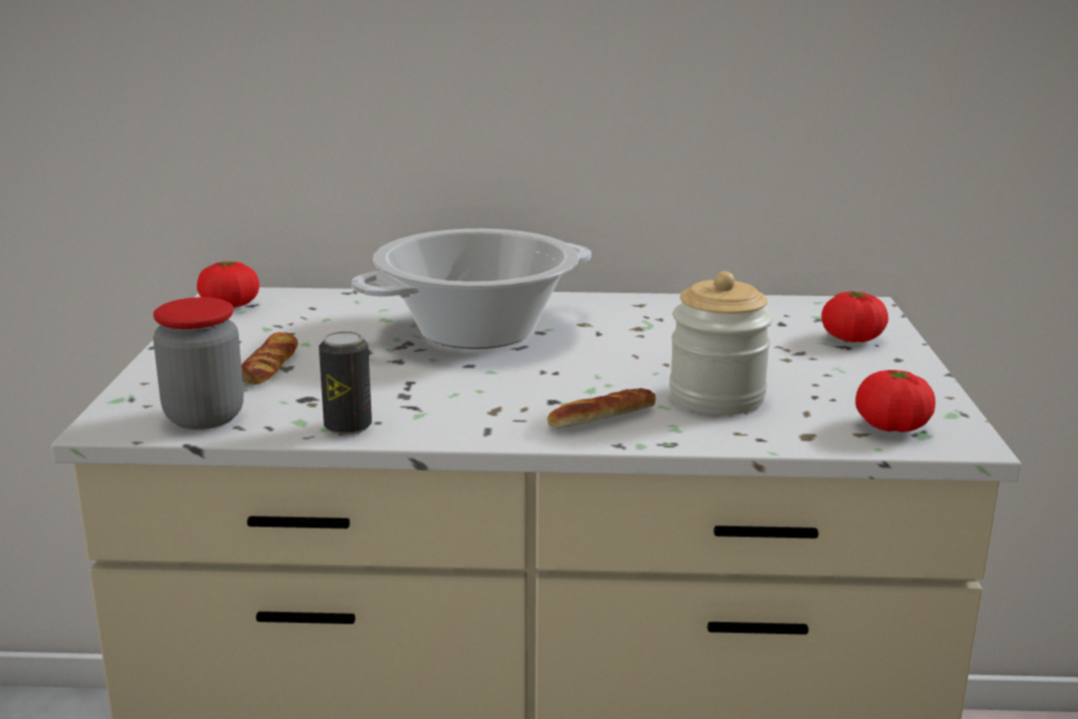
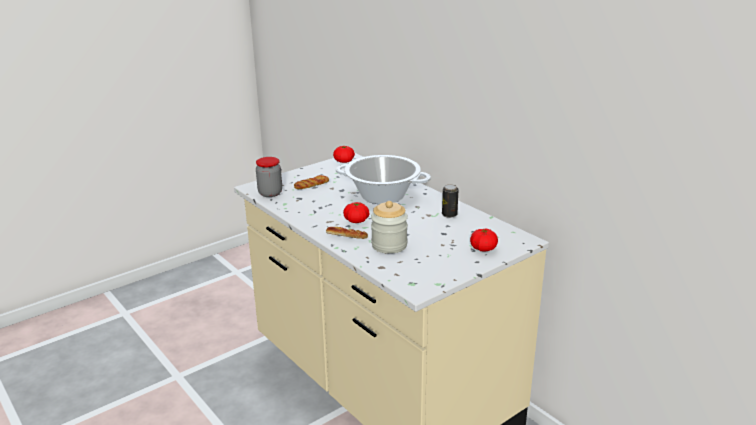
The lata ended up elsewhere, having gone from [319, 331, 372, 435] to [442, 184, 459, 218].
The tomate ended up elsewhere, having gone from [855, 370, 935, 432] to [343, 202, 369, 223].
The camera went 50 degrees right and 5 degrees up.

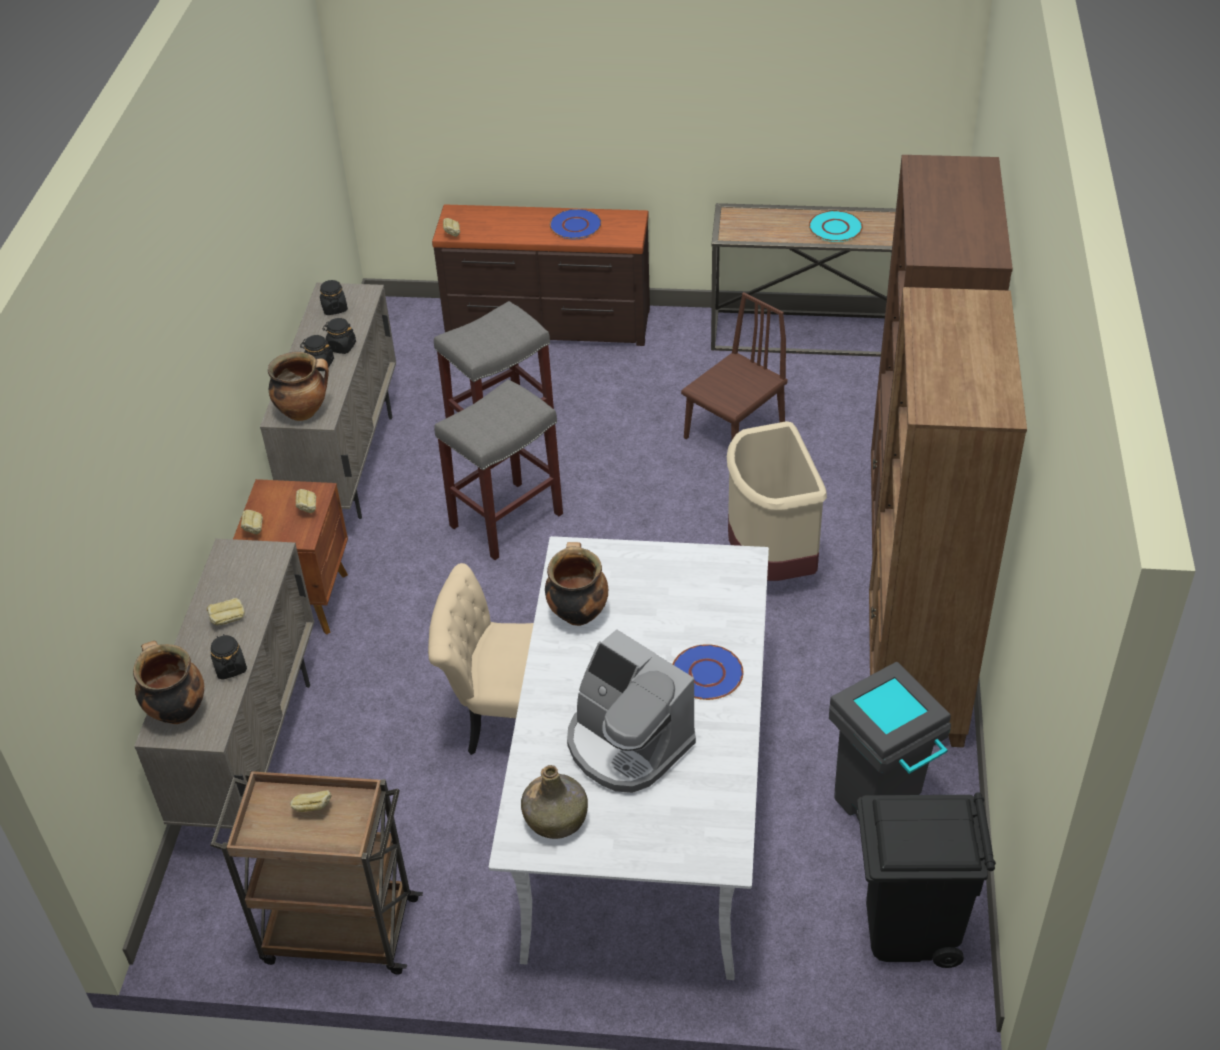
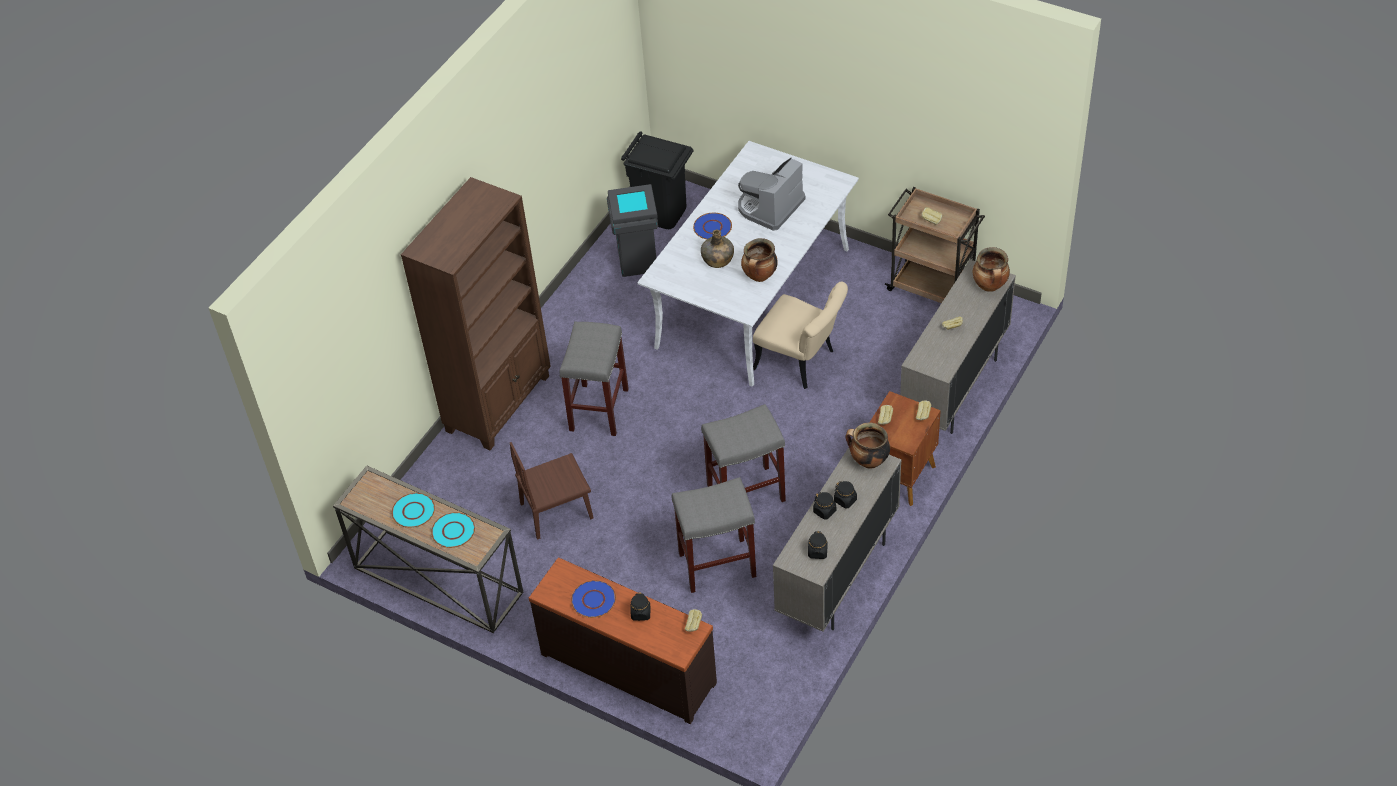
The tarro (negro) ended up elsewhere, having gone from [211, 634, 247, 680] to [630, 593, 650, 621].
The botella (verde) ended up elsewhere, having gone from [521, 765, 588, 839] to [701, 230, 734, 268].
The cafetera at [567, 629, 696, 793] ended up facing another way, 120 degrees counterclockwise from before.
Where the papelera (beis) stood at [727, 421, 827, 581], the taburete (gris) came to stand at [560, 322, 629, 436].
The second view lost the estantería (marrón) at [869, 287, 1027, 748].
The second view gained the plato (turquesa) at [431, 512, 475, 548].
The camera went 155 degrees left and 5 degrees up.

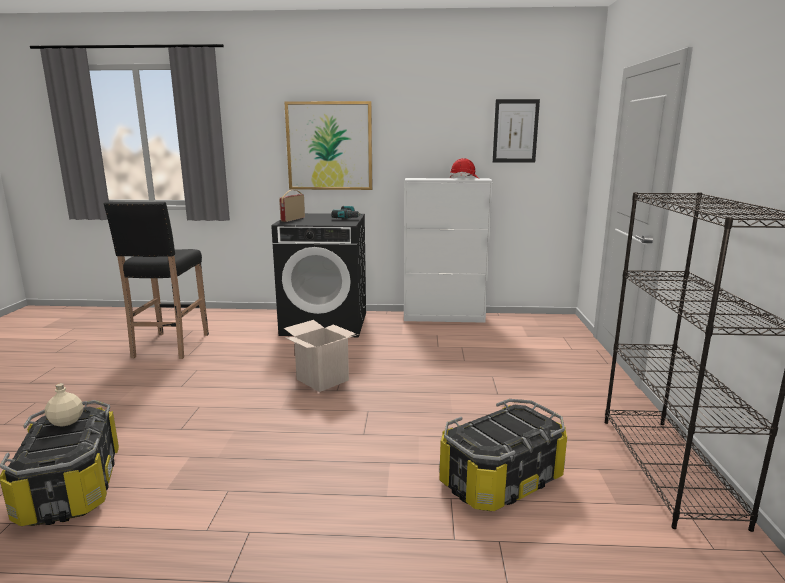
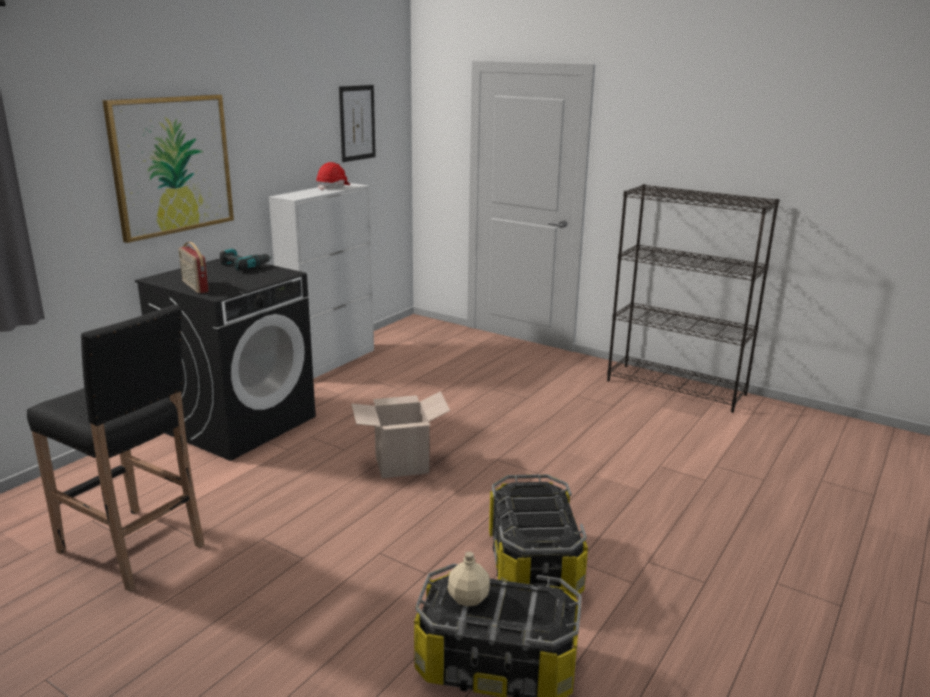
The caja de almacenaje ended up elsewhere, having gone from [439, 399, 567, 511] to [489, 474, 588, 598].
The camera went 60 degrees left and 5 degrees up.

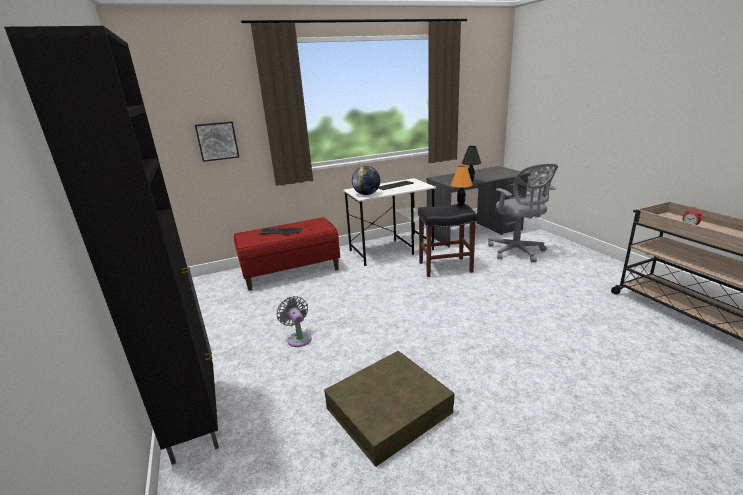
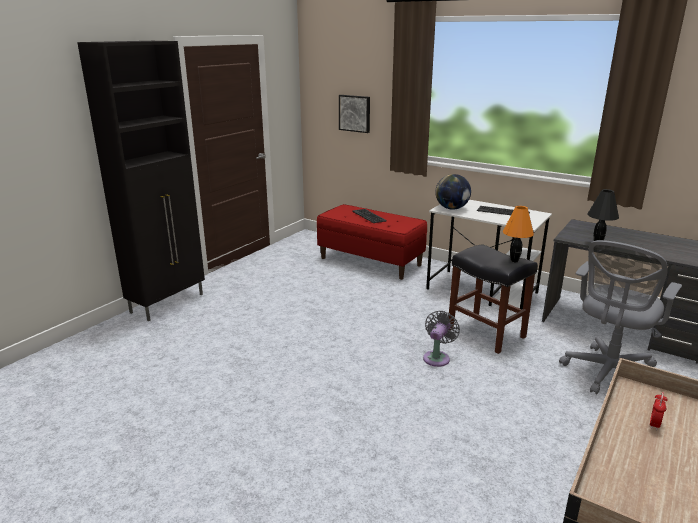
The ventilador (gris) ended up elsewhere, having gone from [277, 296, 311, 347] to [423, 311, 460, 367].
The second view lost the caja de almacenaje (marrón) at [324, 351, 454, 467].
The camera went 55 degrees right and 0 degrees up.

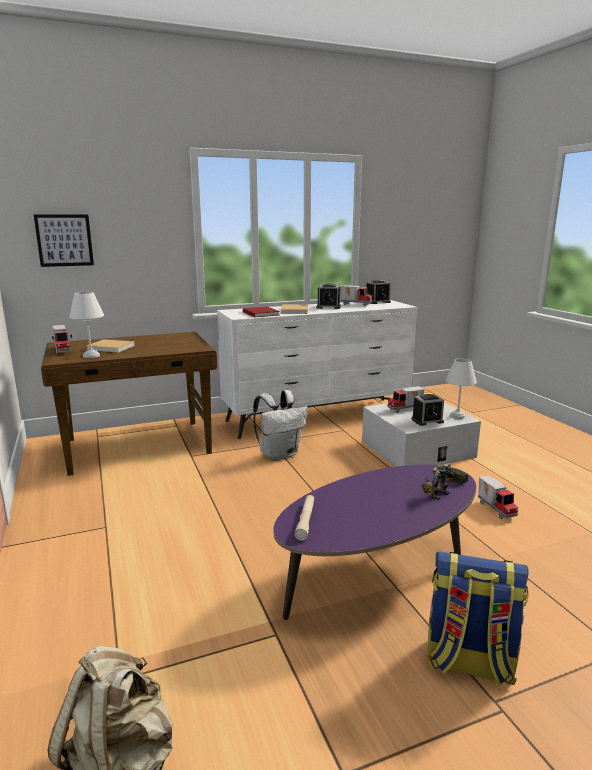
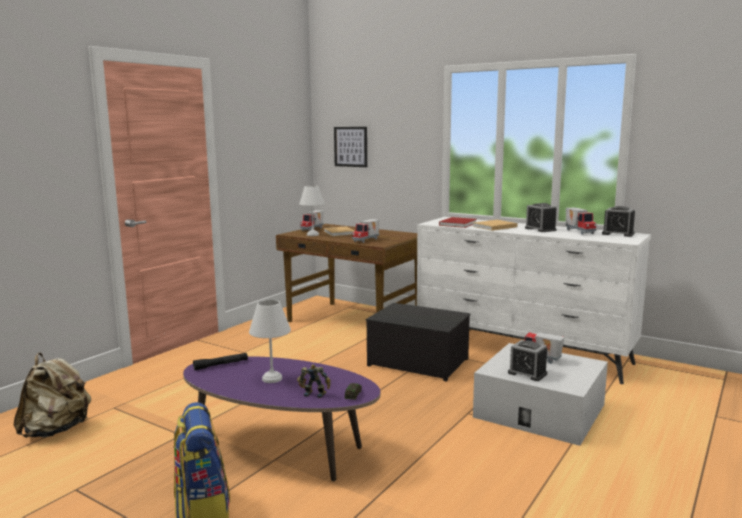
Where the mochila (blanco) stood at [253, 390, 308, 460], the caja de almacenaje came to stand at [365, 303, 471, 382].
What was the linterna (beis) at [295, 495, 314, 540] turned into the linterna (negro) at [193, 353, 248, 370].
The lámpara de mesa (blanco) ended up elsewhere, having gone from [446, 359, 477, 419] to [249, 300, 291, 383].
The camión de juguete ended up elsewhere, having gone from [478, 475, 518, 519] to [352, 219, 379, 243].
The camera went 55 degrees right and 5 degrees down.

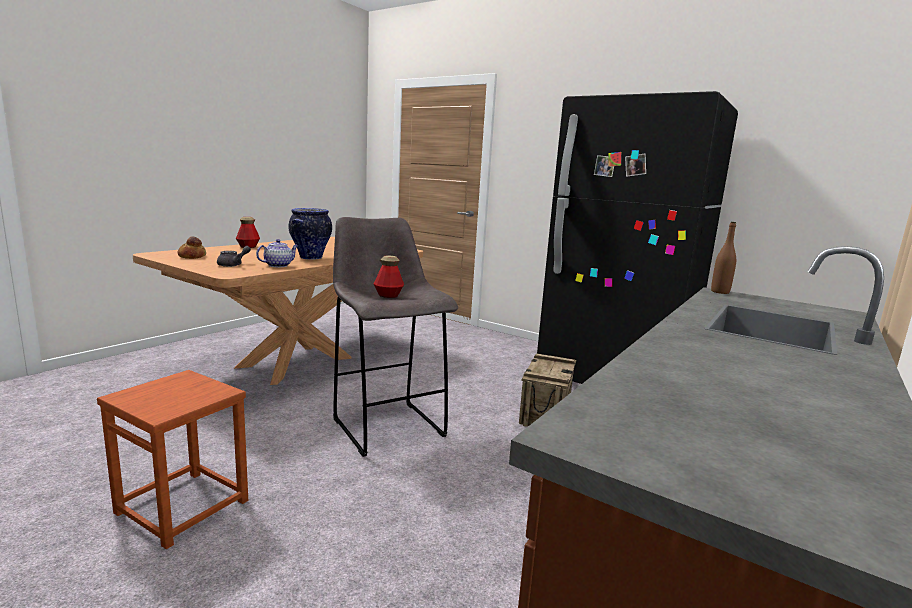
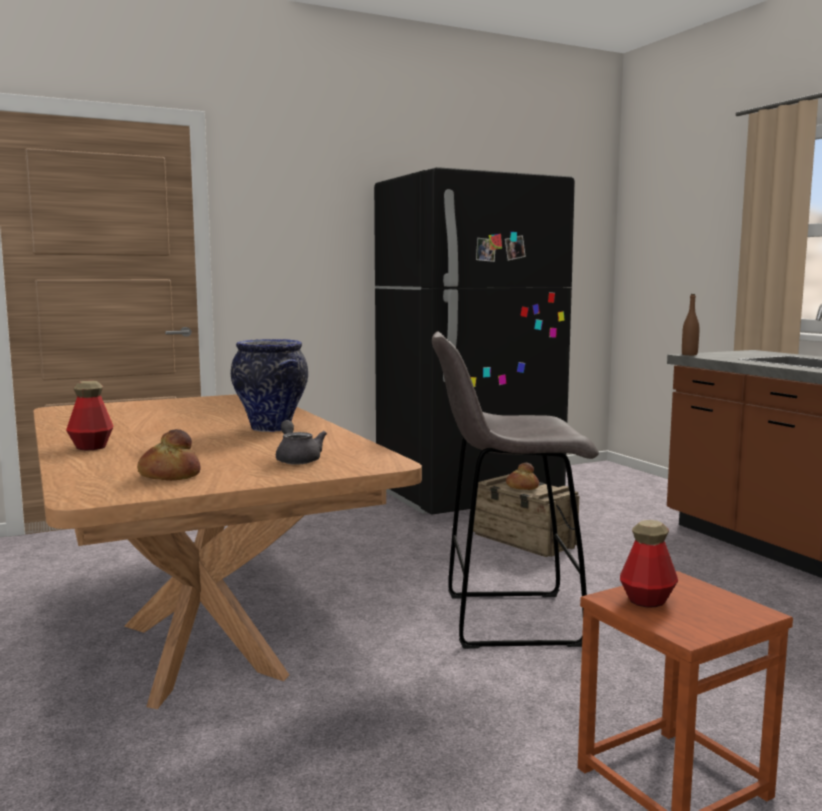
The second view lost the tetera at [256, 239, 298, 267].
The botella ended up elsewhere, having gone from [374, 256, 404, 298] to [620, 520, 678, 608].
The second view gained the pan at [506, 463, 539, 490].
The camera went 60 degrees left and 5 degrees down.

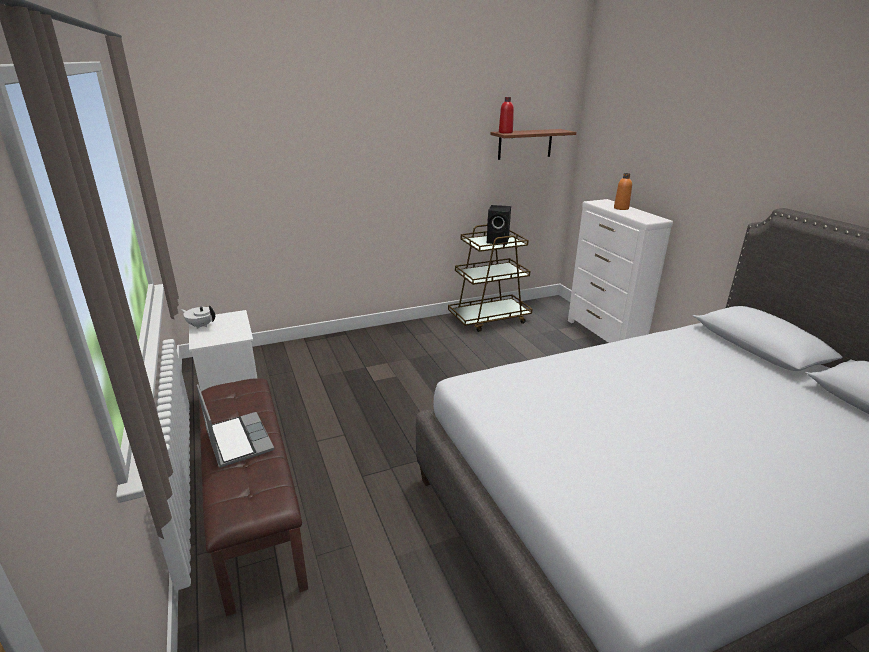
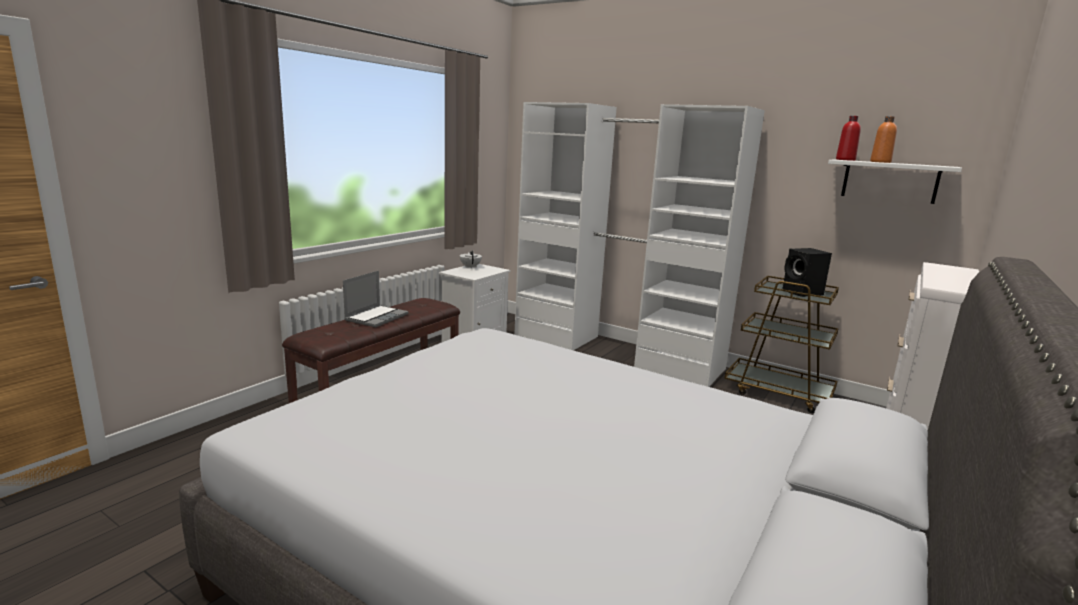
What was the estante (marrón) at [490, 129, 576, 160] turned into the estante (blanco) at [828, 159, 962, 204].
The botella (naranja) ended up elsewhere, having gone from [614, 173, 632, 210] to [870, 116, 897, 163].
The second view gained the armario ropero (blanco) at [514, 102, 765, 387].
The camera went 55 degrees right and 10 degrees down.

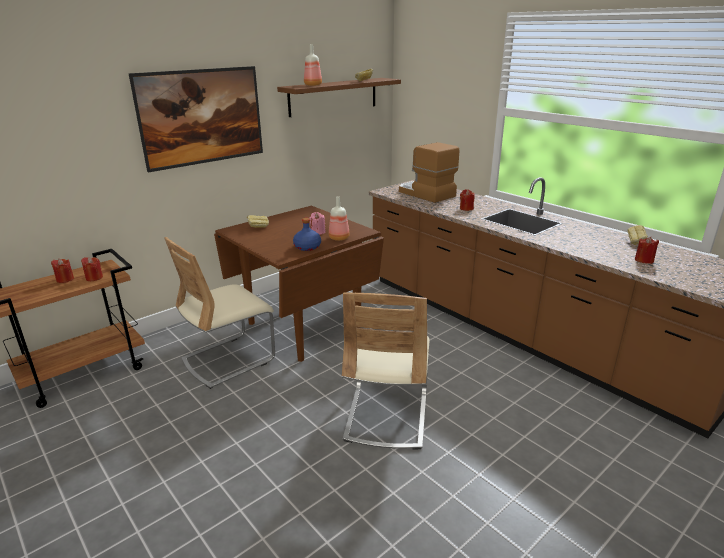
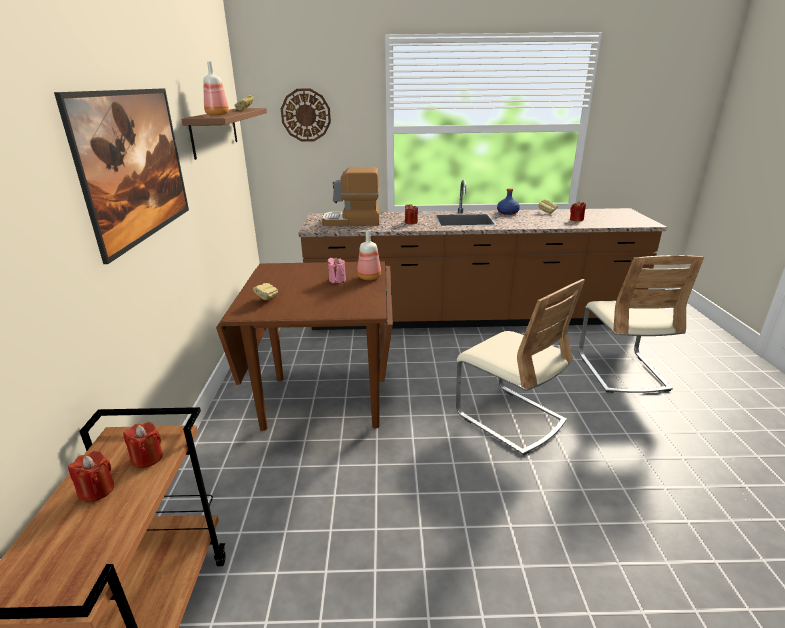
The silla (beis) ended up elsewhere, having gone from [164, 237, 275, 389] to [579, 255, 704, 393].
The botella (azul) ended up elsewhere, having gone from [293, 218, 321, 251] to [497, 188, 520, 215].
The second view gained the reloj de pared at [281, 89, 331, 142].
The camera went 50 degrees left and 0 degrees up.

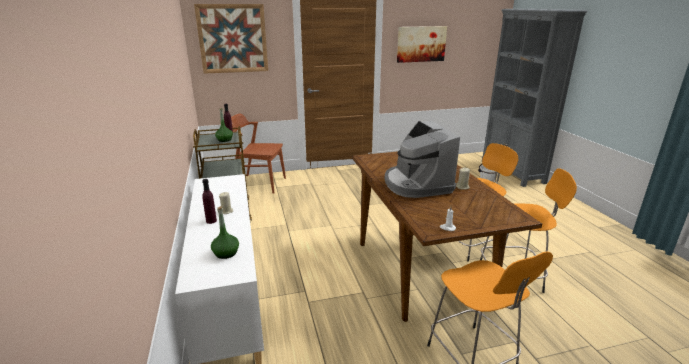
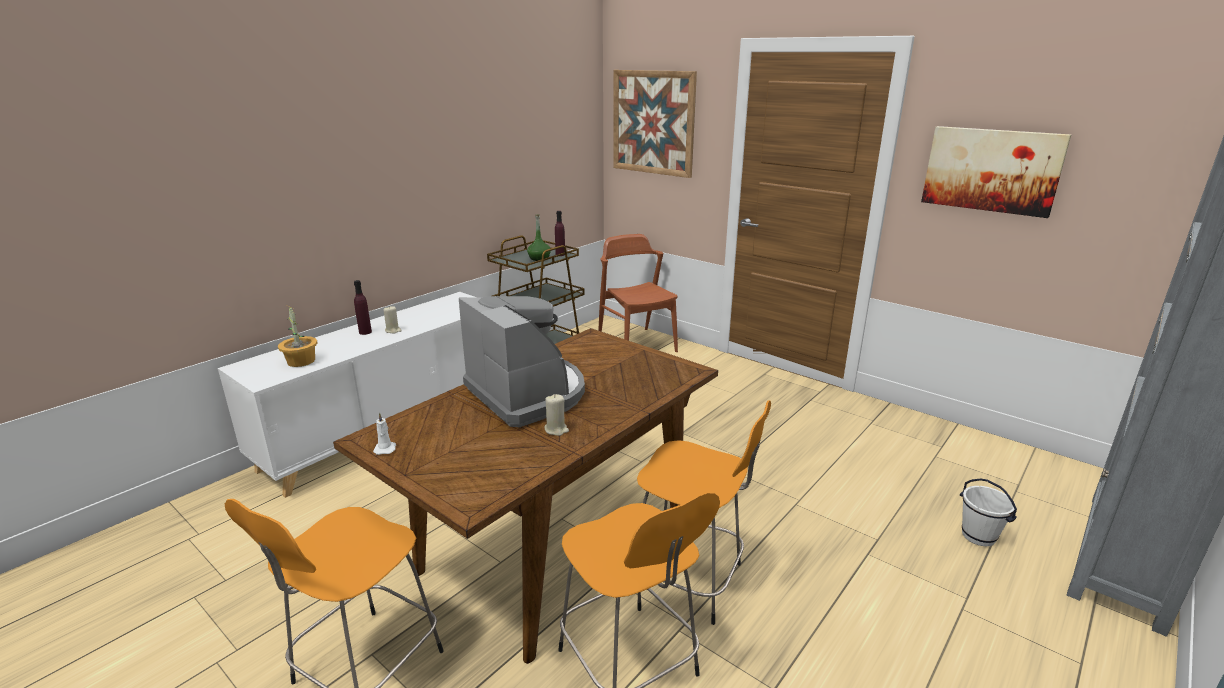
Where the botella (verde) stood at [211, 206, 239, 259], the planta en maceta came to stand at [278, 307, 318, 367].
The cafetera at [385, 121, 460, 198] ended up facing another way, 105 degrees clockwise from before.
The camera went 55 degrees right and 0 degrees up.

